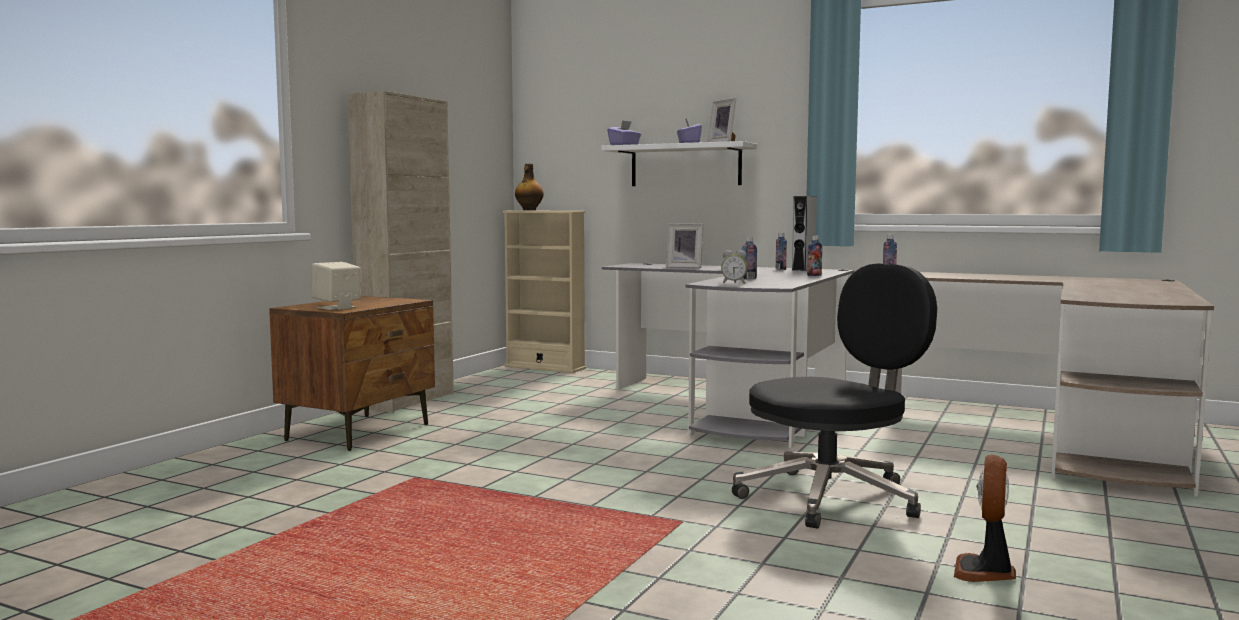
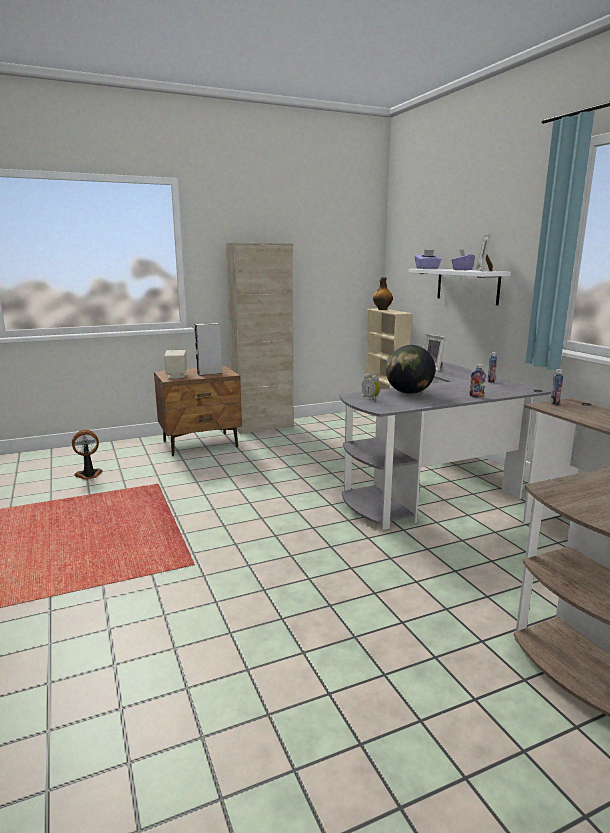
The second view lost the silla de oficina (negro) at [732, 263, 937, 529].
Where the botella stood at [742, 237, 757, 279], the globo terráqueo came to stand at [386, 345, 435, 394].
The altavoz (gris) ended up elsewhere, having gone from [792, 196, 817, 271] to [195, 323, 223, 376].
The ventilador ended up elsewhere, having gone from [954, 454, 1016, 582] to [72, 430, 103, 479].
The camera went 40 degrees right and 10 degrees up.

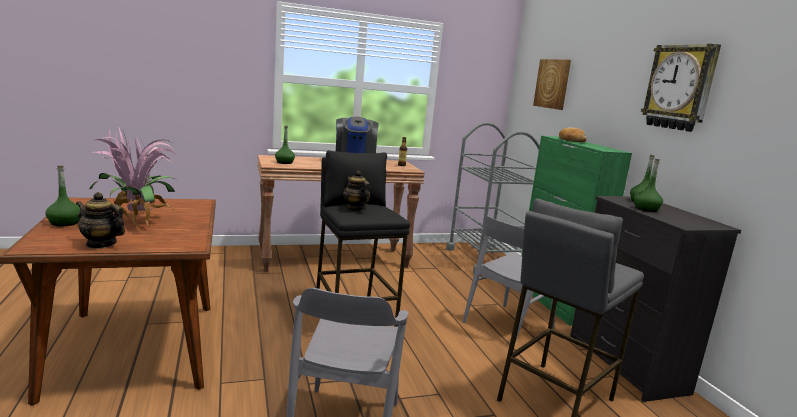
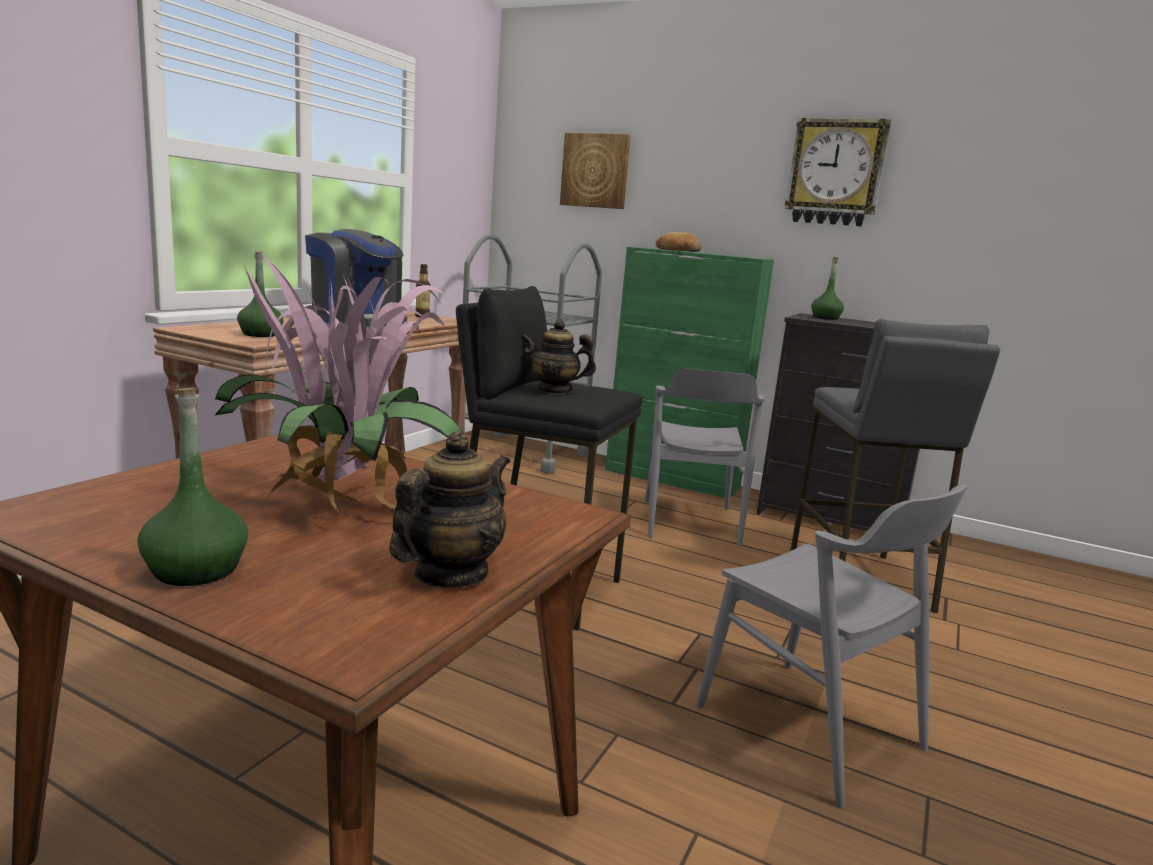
The tetera at [76, 192, 125, 249] ended up facing another way, 150 degrees clockwise from before.
The second view lost the botella (verde) at [634, 159, 663, 212].
The camera went 45 degrees left and 0 degrees up.

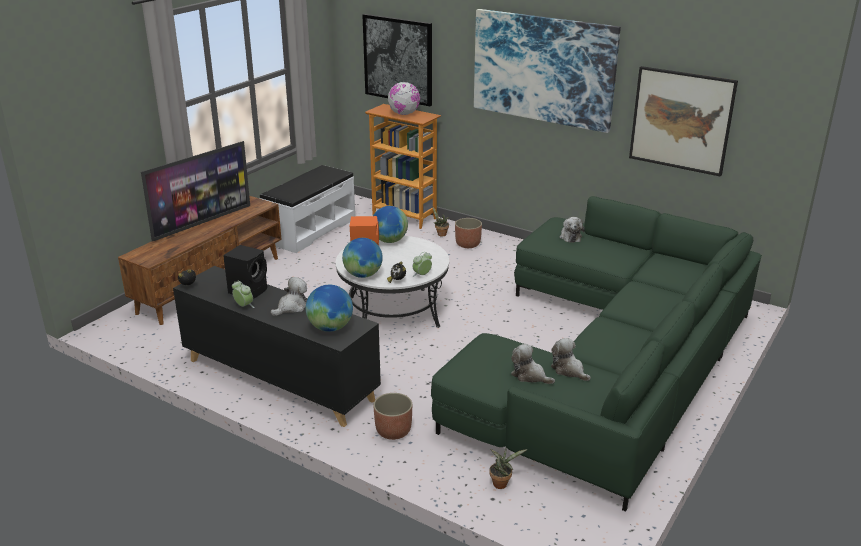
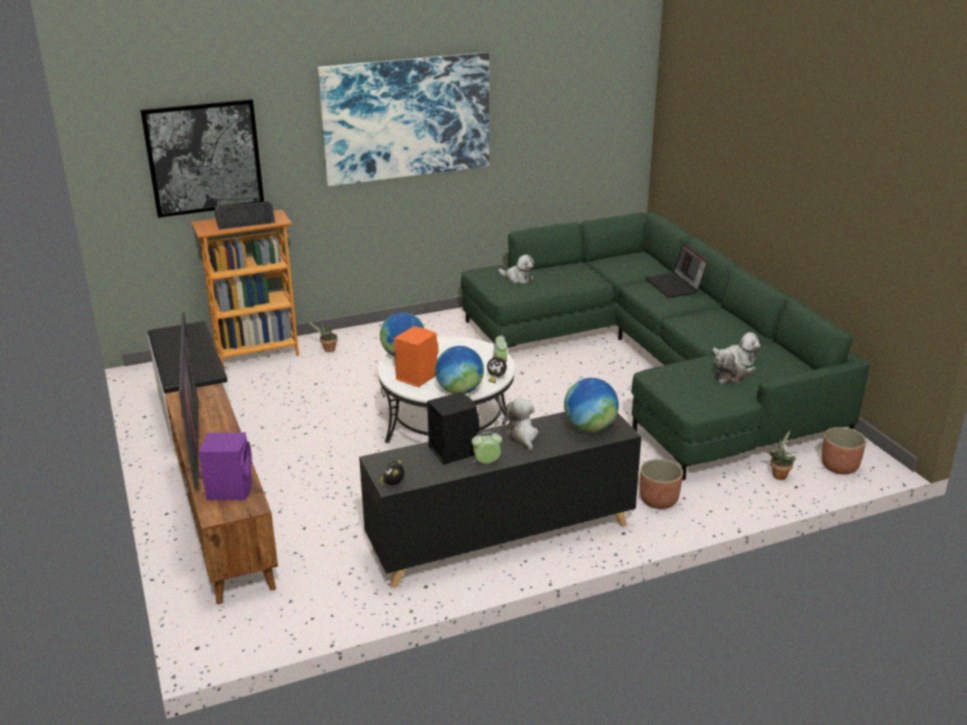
Where the globo terráqueo stood at [388, 82, 420, 115], the altavoz (negro) came to stand at [215, 200, 275, 230].
The maceta ended up elsewhere, having gone from [455, 218, 482, 248] to [822, 427, 866, 474].
The peluche at [551, 338, 591, 381] ended up facing another way, 150 degrees counterclockwise from before.
The second view lost the cuadro at [629, 66, 738, 177].
The second view gained the altavoz (morado) at [199, 432, 252, 500].
The second view gained the portátil at [645, 244, 708, 297].
The camera went 55 degrees left and 0 degrees up.

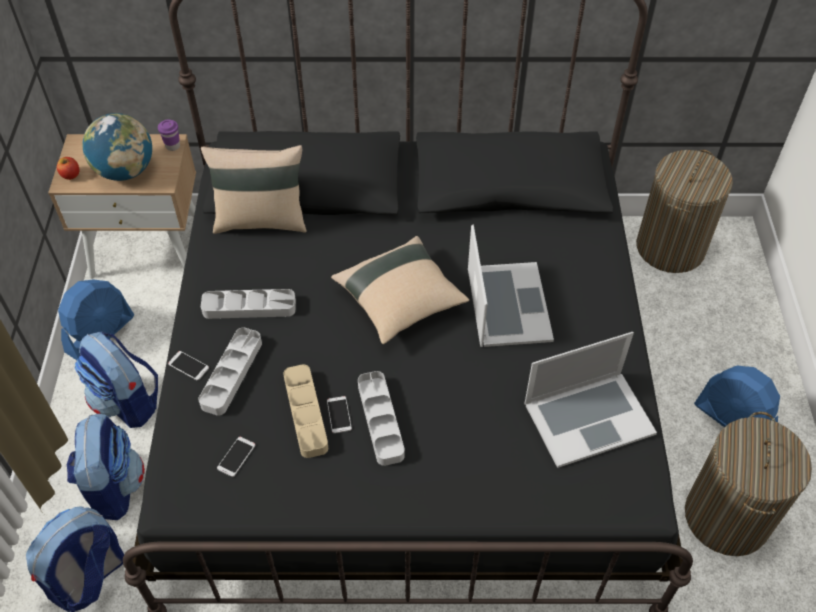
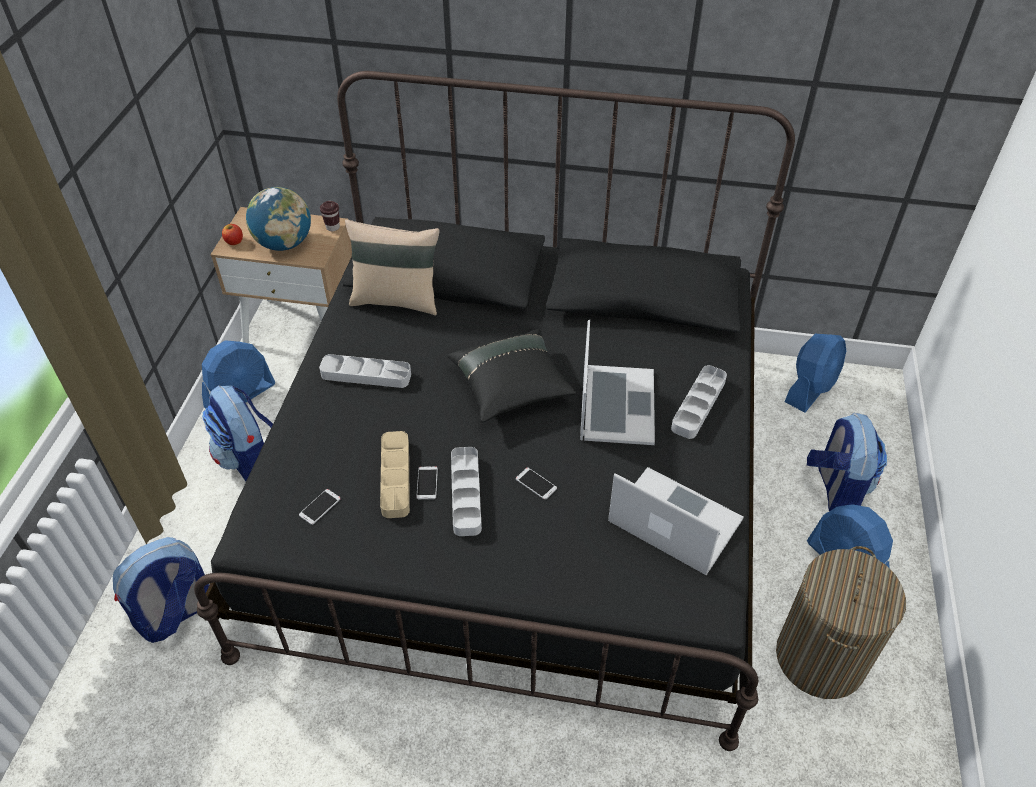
The mochila ended up elsewhere, having gone from [67, 414, 145, 520] to [807, 413, 887, 511].
What was the taza (morado) at [158, 119, 180, 151] turned into the taza (marrón) at [320, 201, 340, 231].
The móvil ended up elsewhere, having gone from [168, 351, 209, 380] to [516, 468, 557, 500].
The bandeja (gris) ended up elsewhere, having gone from [198, 327, 262, 416] to [671, 365, 727, 439].
What was the cojín (beis) at [331, 236, 469, 344] turned into the cojín (negro) at [447, 329, 576, 422].
The portátil at [525, 332, 657, 468] ended up facing another way, 135 degrees counterclockwise from before.
Where the cesto de la ropa stood at [636, 150, 733, 273], the ventilador (azul) came to stand at [785, 334, 846, 412].
The camera went 10 degrees right and 5 degrees down.

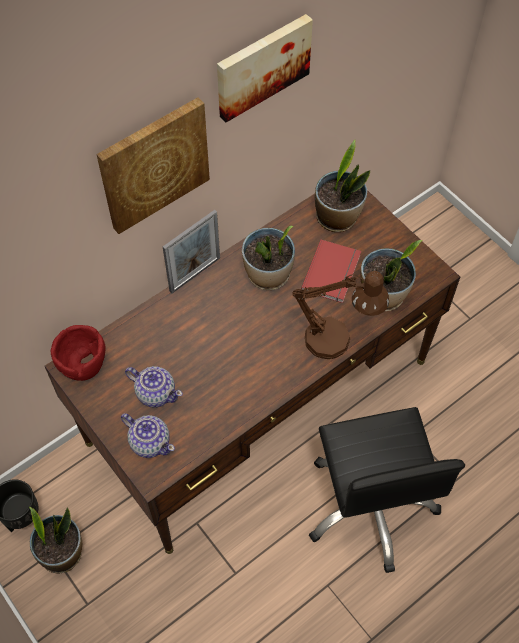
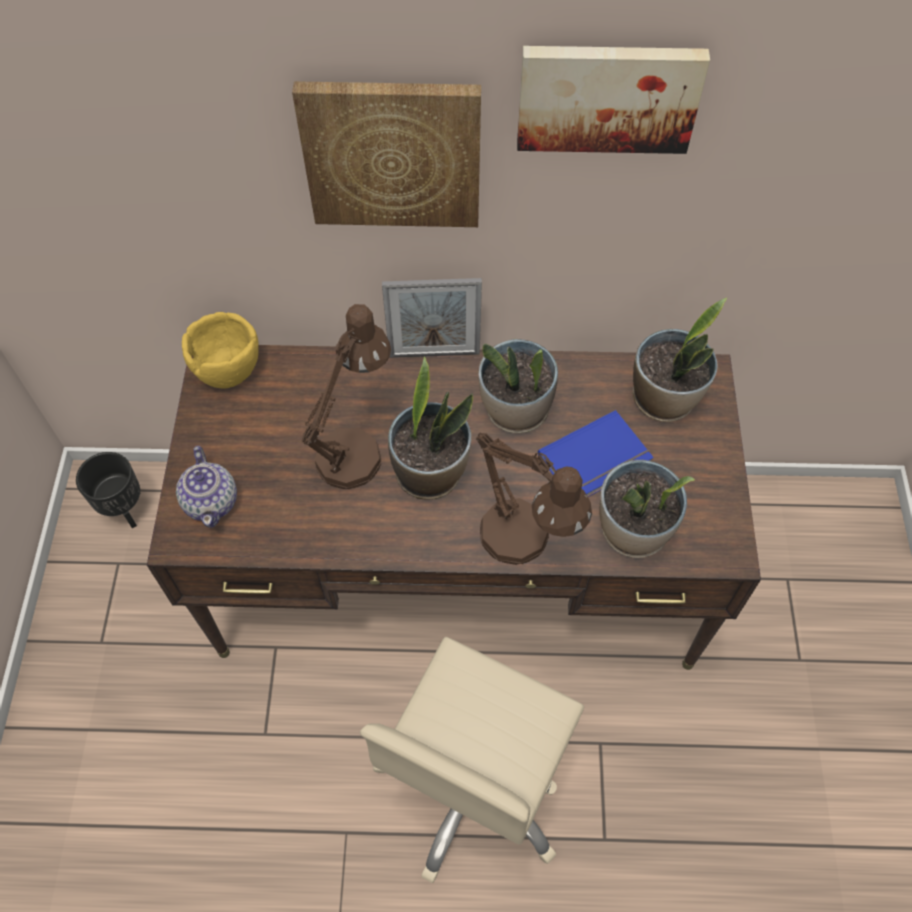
The planta en maceta ended up elsewhere, having gone from [29, 507, 82, 573] to [388, 356, 473, 500].
What was the cuenco (rojo) at [51, 325, 106, 381] turned into the cuenco (amarillo) at [182, 312, 259, 389].
The second view lost the tetera at [125, 366, 183, 408].
What was the libro (rojo) at [301, 240, 361, 303] turned into the libro (azul) at [538, 410, 654, 497].
What was the silla de oficina (negro) at [309, 407, 465, 573] turned into the silla de oficina (beis) at [360, 637, 584, 883].
The second view gained the lámpara de mesa (marrón) at [301, 304, 391, 489].
The camera went 40 degrees right and 0 degrees up.

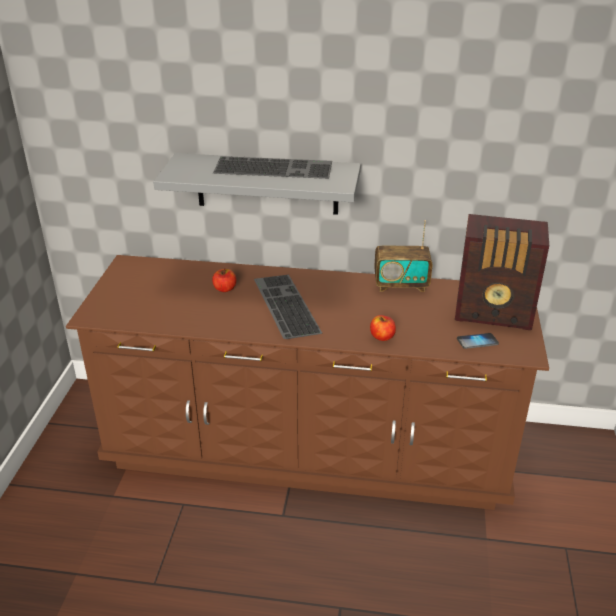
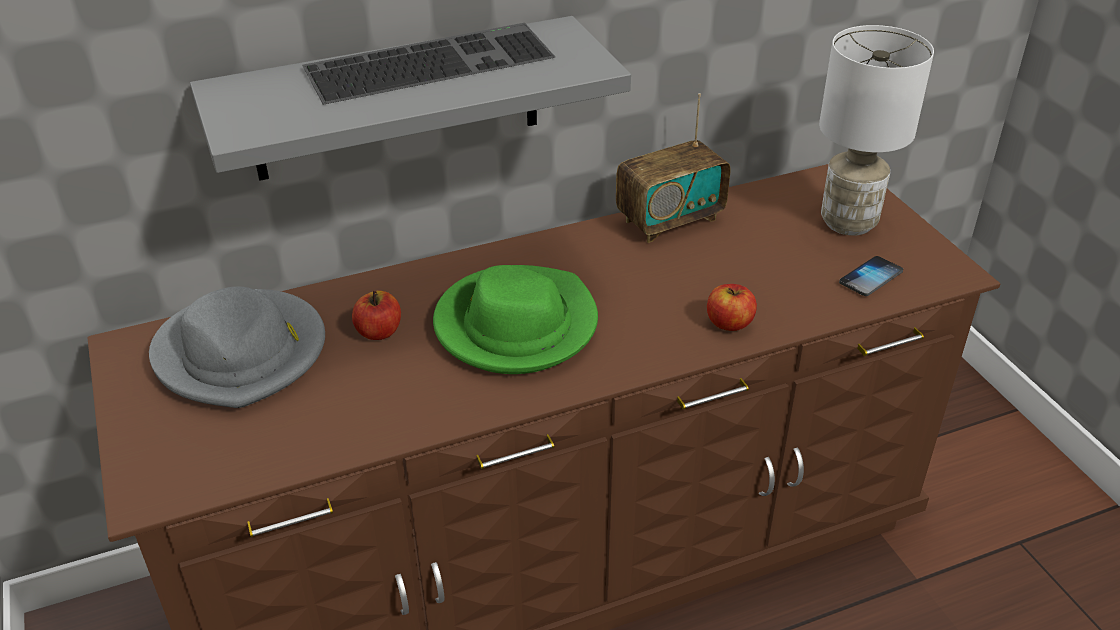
Where the teclado stood at [254, 275, 322, 339], the sombrero (verde) came to stand at [433, 265, 598, 374].
Where the radio stood at [455, 214, 549, 330], the lámpara de mesa (blanco) came to stand at [819, 25, 934, 236].
The second view gained the sombrero (gris) at [149, 286, 325, 408].
The camera went 30 degrees left and 5 degrees up.

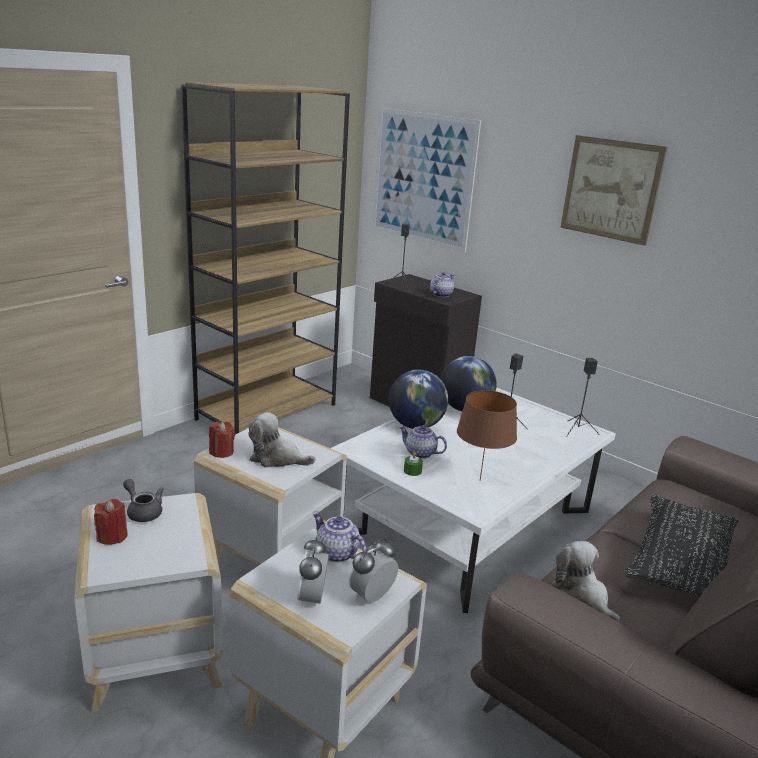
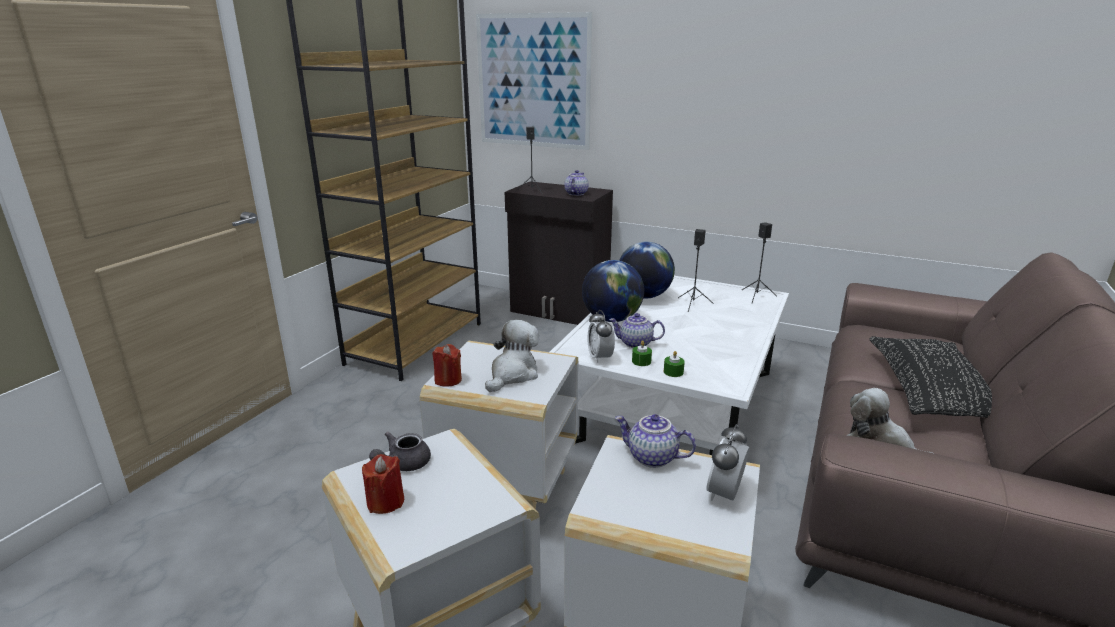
The tetera (gris) at [123, 479, 164, 522] ended up facing another way, 75 degrees counterclockwise from before.
The peluche at [248, 412, 316, 468] ended up facing another way, 120 degrees clockwise from before.
The despertador ended up elsewhere, having gone from [297, 537, 329, 608] to [588, 310, 615, 363].
The second view lost the lámpara de mesa (marrón) at [457, 390, 517, 480].
The second view lost the cuadro at [560, 135, 668, 246].
The second view gained the vela (verde) at [664, 351, 685, 377].
The camera went 15 degrees left and 0 degrees up.

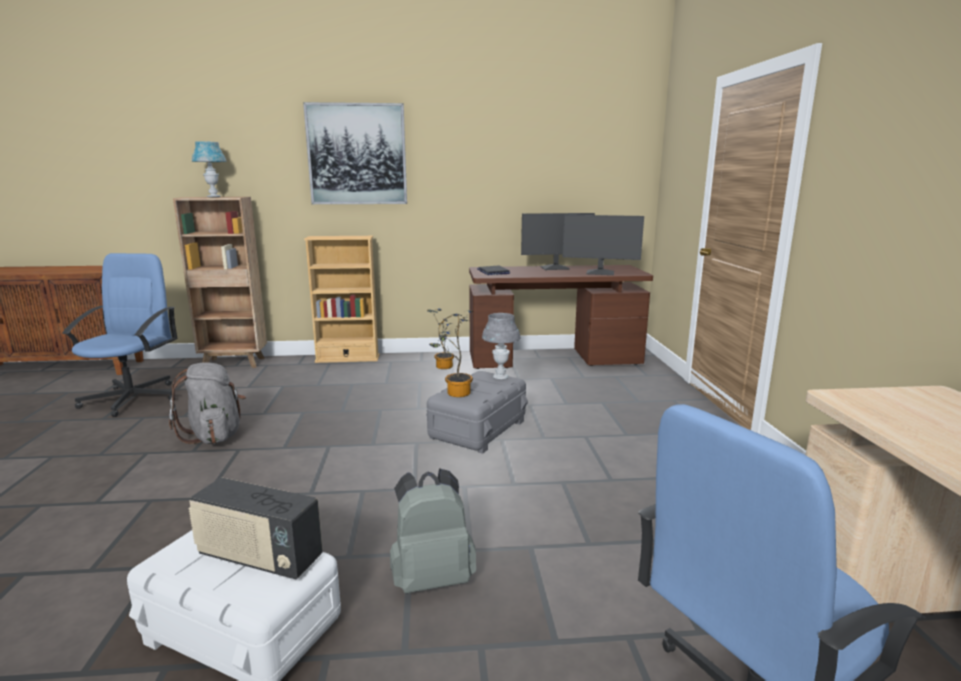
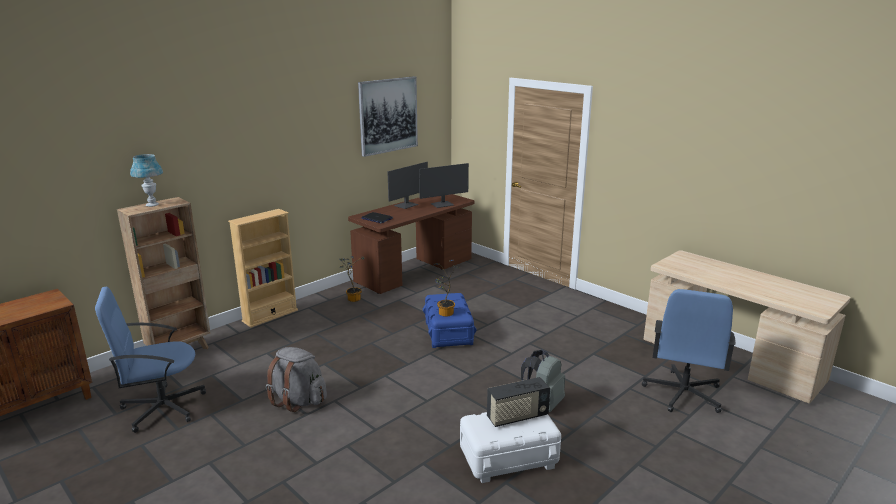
The silla de oficina (azul) at [62, 253, 178, 417] ended up facing another way, 75 degrees counterclockwise from before.
The cuadro ended up elsewhere, having gone from [303, 102, 407, 204] to [358, 76, 418, 157].
What was the caja de almacenaje (gris) at [426, 371, 528, 454] turned into the caja de almacenaje (azul) at [423, 293, 476, 348].
The second view lost the lámpara de mesa (gris) at [482, 313, 520, 380].
The camera went 40 degrees left and 5 degrees up.

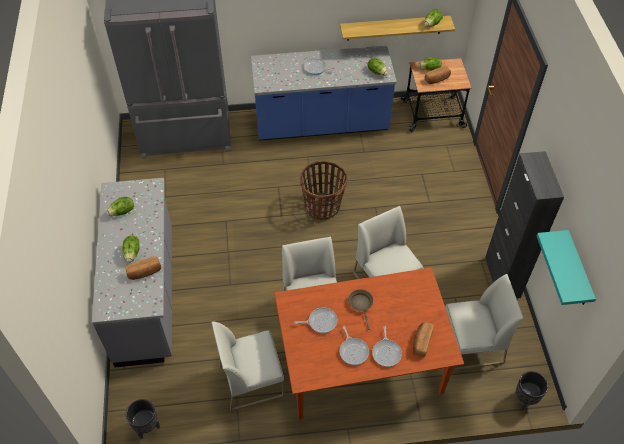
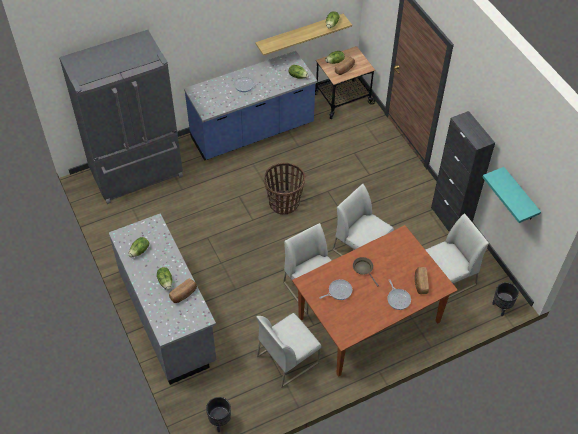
The second view lost the sartén at [340, 326, 369, 365].
The camera went 20 degrees left and 0 degrees up.

